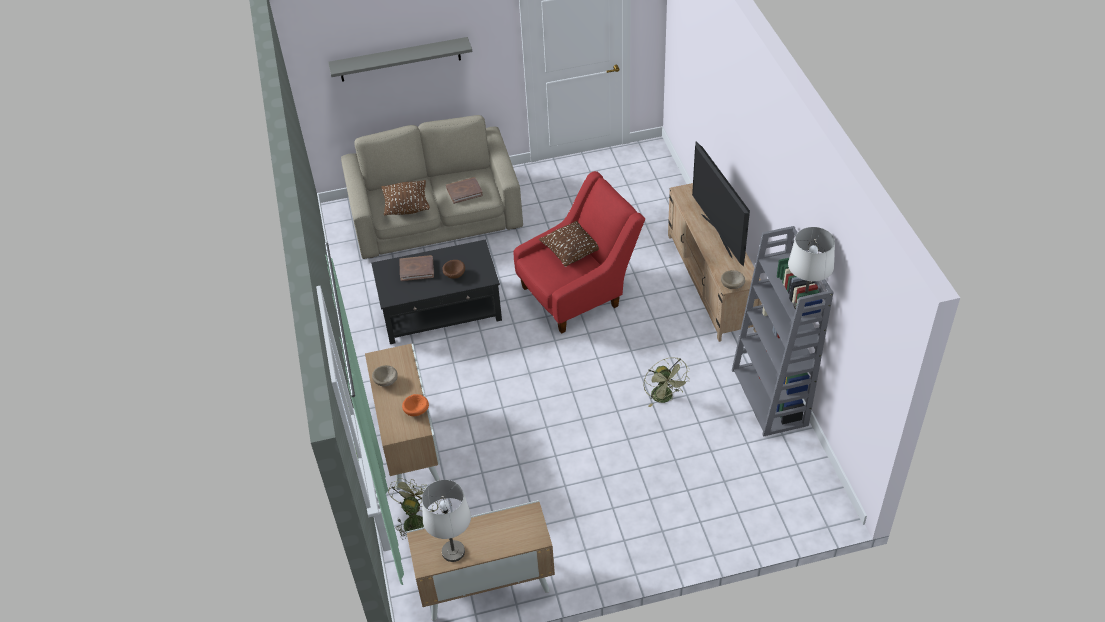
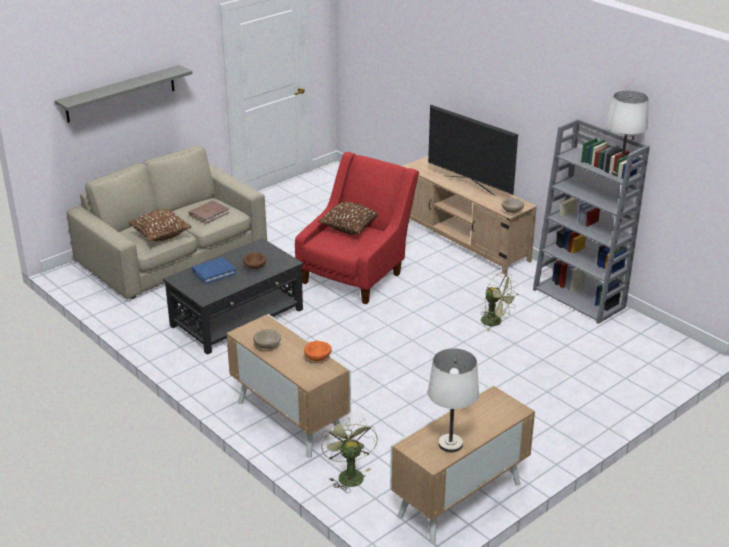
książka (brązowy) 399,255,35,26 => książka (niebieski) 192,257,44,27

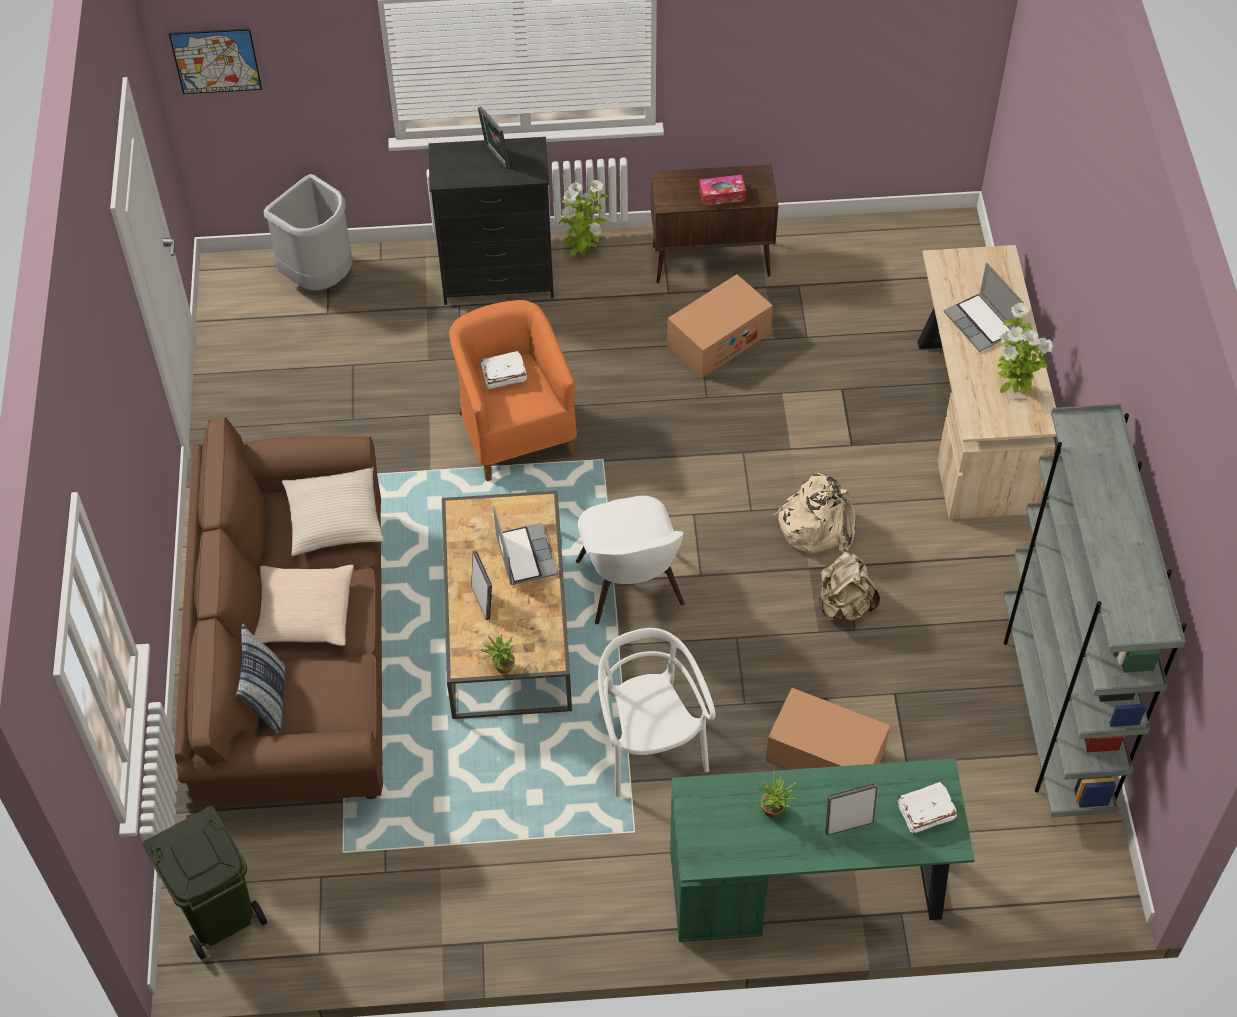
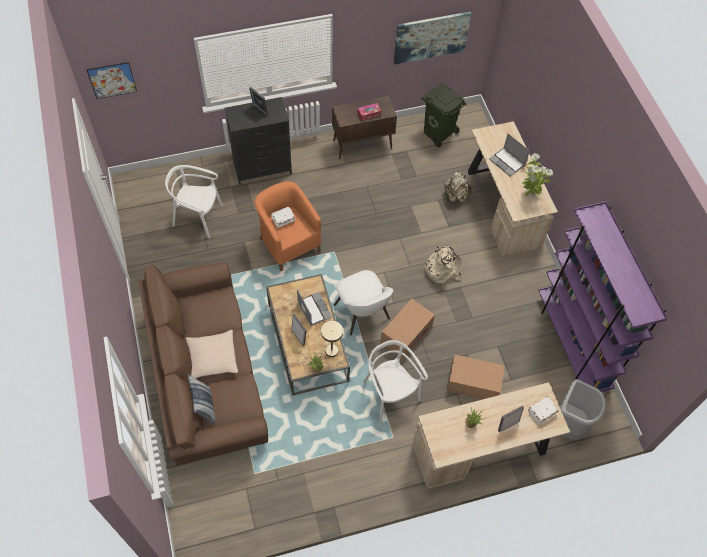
kosz na śmieci (szary) 264,174,88,117 => kosz na śmieci (szary) 559,379,47,61, shifted
roślina doniczkowa 559,180,50,76 => nothing
karton 667,274,106,104 => karton 381,299,54,60, shifted
regał (szary) 1004,404,183,413 => regał (fioletowy) 539,201,129,191
poduszka (beżowy) 282,467,102,89 => nothing
plecak (beżowy) 818,551,62,71 => plecak (beżowy) 444,172,28,30, shifted
biurko (zielony) 670,758,305,184 => biurko (beżowy) 412,382,158,107
kosz na śmieci (zielony) 143,806,124,154 => kosz na śmieci (zielony) 421,83,45,64, shifted
nothing => obraz 394,11,78,53
nothing => krzesło (biały) 165,165,58,73
nothing => lampa stołowa (beżowy) 308,321,35,36

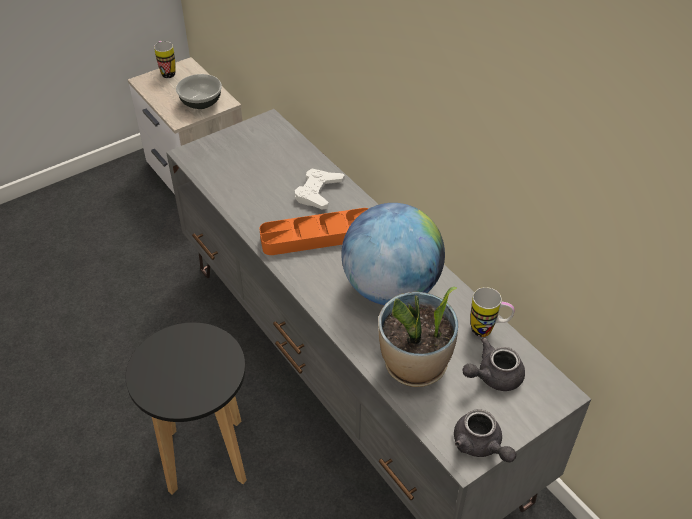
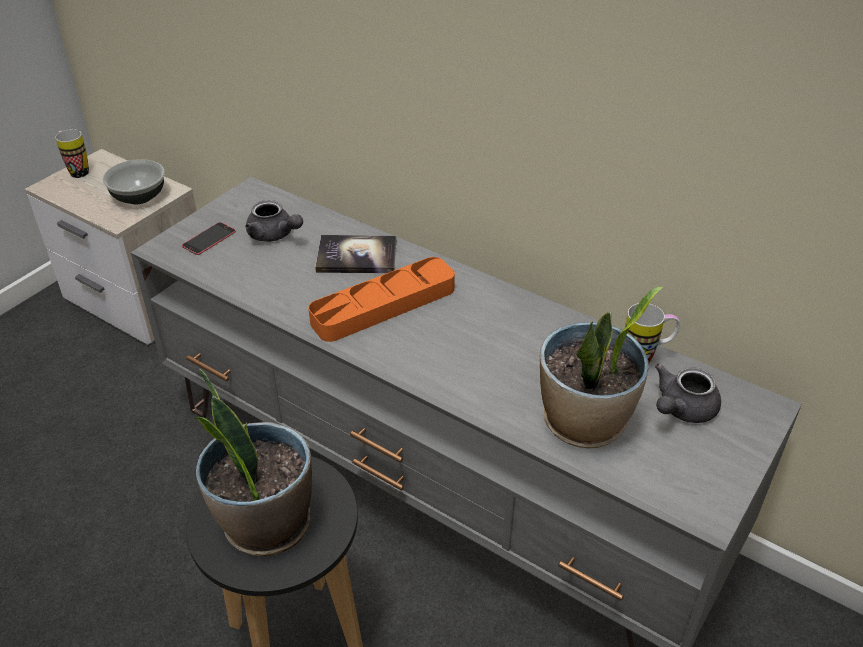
pad do gier (biały) 295,169,50,40 => książka 315,235,81,38
globus 341,203,104,102 => nothing
imbryk (szary) 454,409,62,54 => imbryk (szary) 245,200,58,42, shifted
nothing => telefon 182,222,54,33
nothing => roślina doniczkowa 193,369,119,188

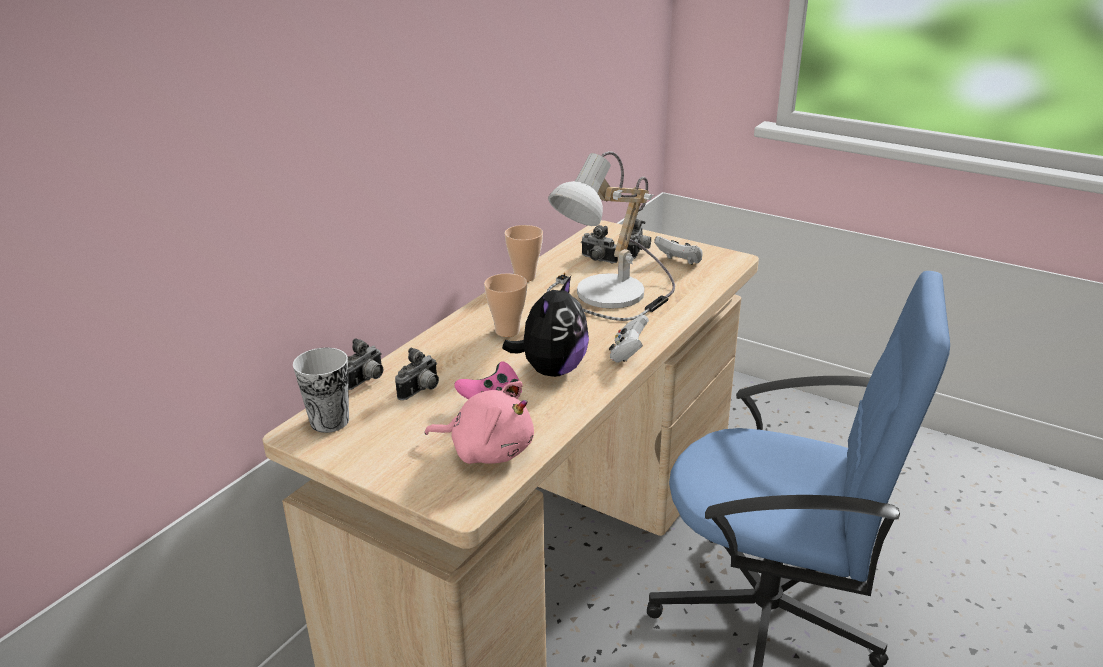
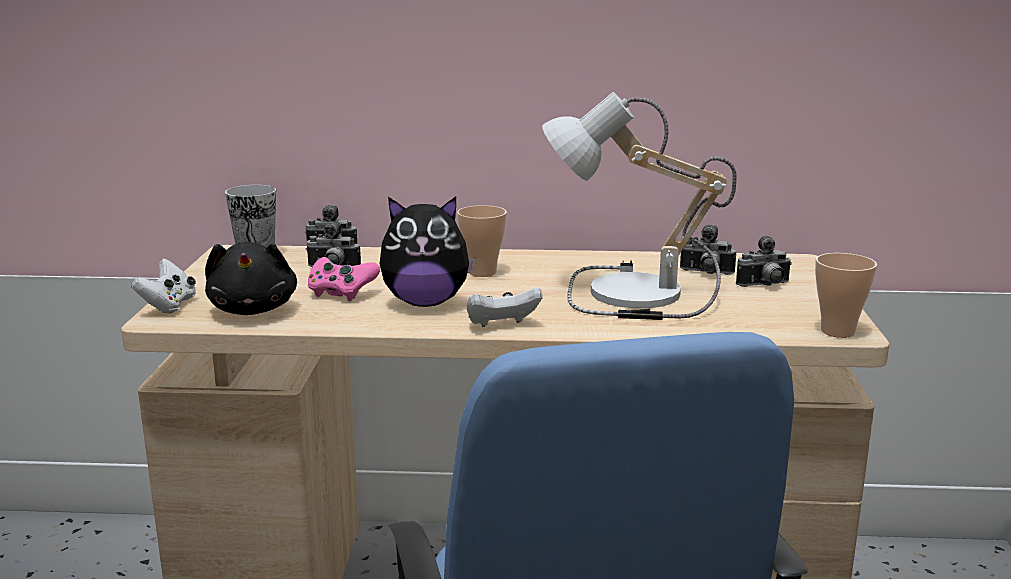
filiżanka 505,225,38,57 => filiżanka 815,253,62,85, shifted
aparat fotograficzny 581,225,37,38 => aparat fotograficzny 680,225,56,50, 75 degrees counterclockwise
pad do gier (biały) 654,236,49,29 => pad do gier (biały) 131,259,65,55, shifted
pluszak (różowy) 425,381,109,83 => pluszak (czarny) 205,242,92,73

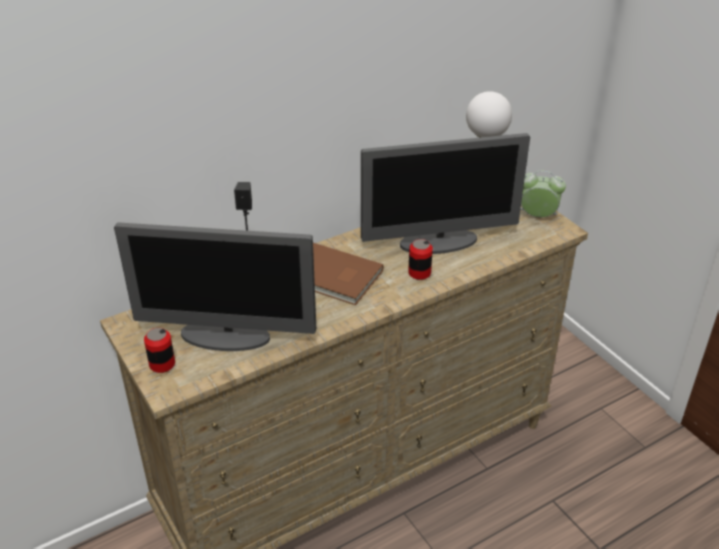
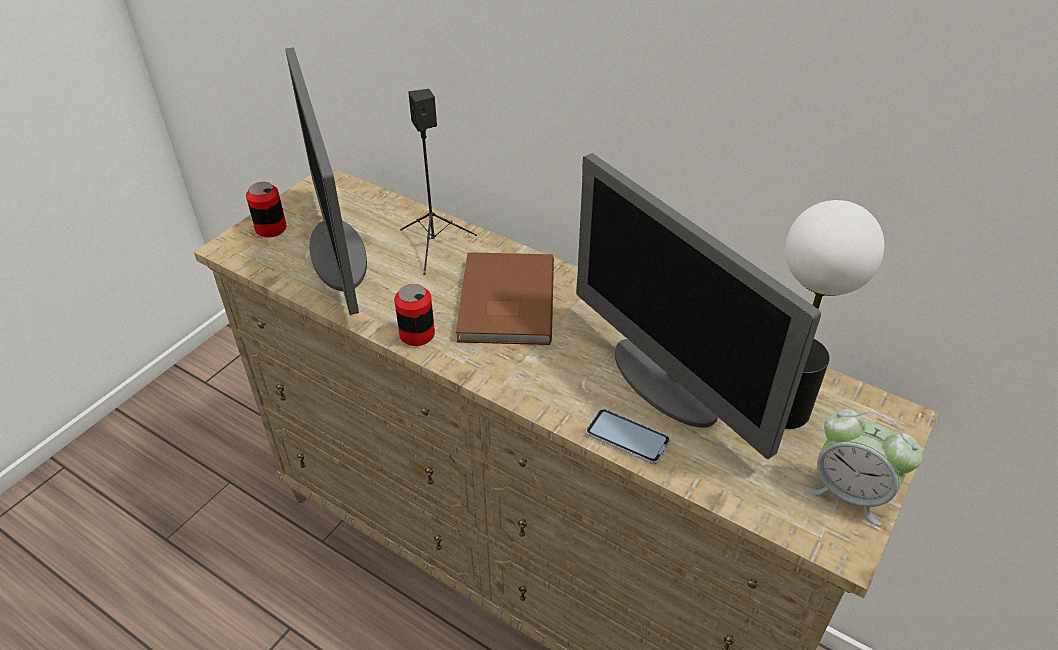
budzik 520,170,46,47 => budzik 806,410,116,116, 135 degrees clockwise
puszka 408,239,25,41 => puszka 394,284,41,62, shifted
nothing => telefon 586,409,84,55

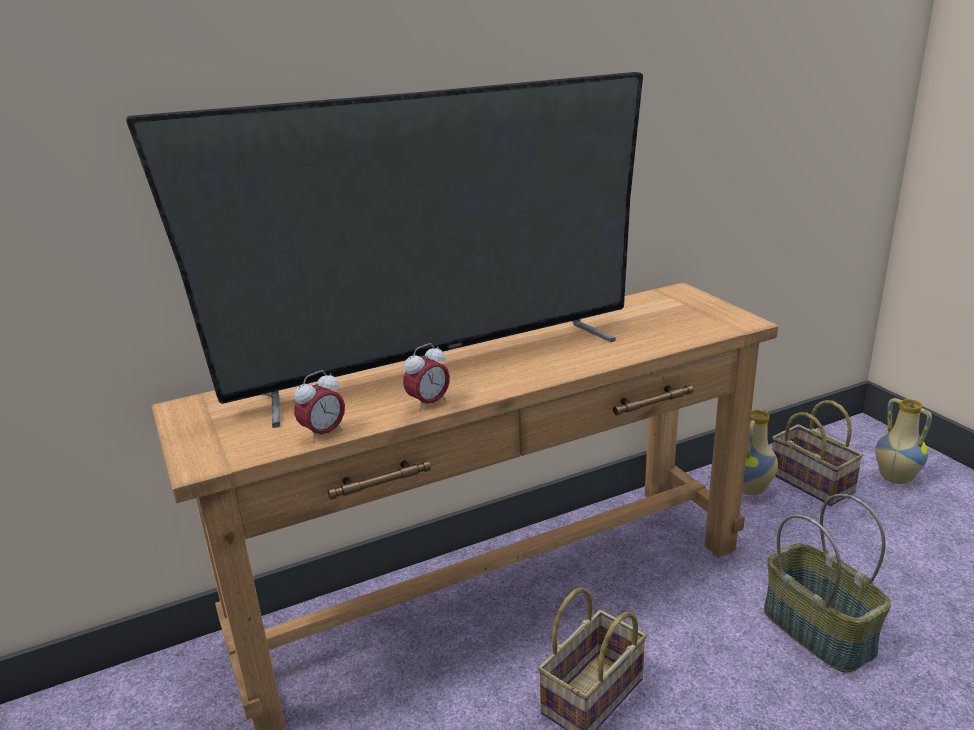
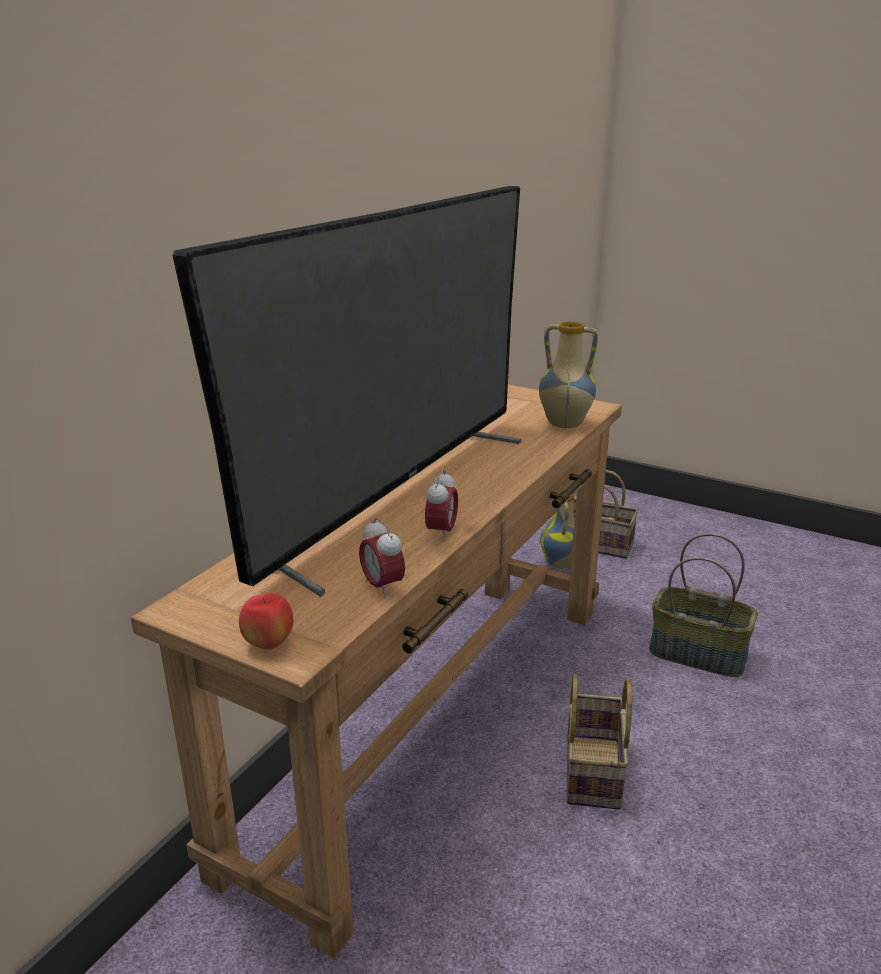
budzik 294,370,51,73 => budzik 359,517,46,81, 135 degrees clockwise
wazon 875,398,57,86 => wazon 539,321,59,107, shifted
nothing => jabłko 239,593,54,57

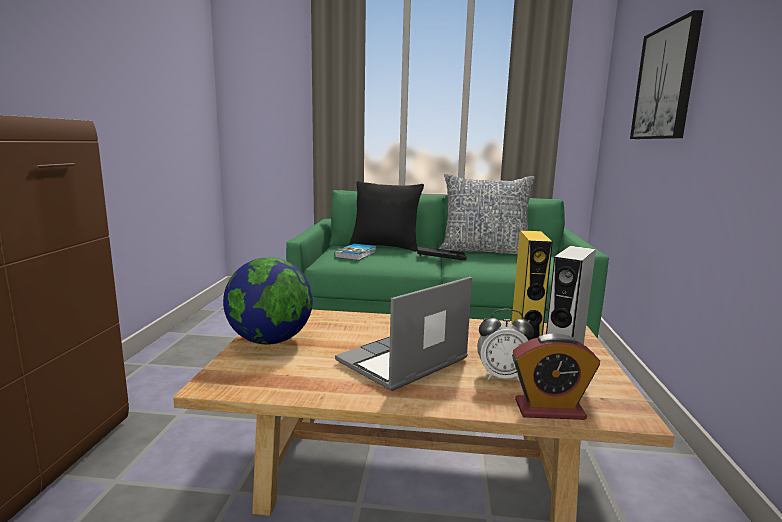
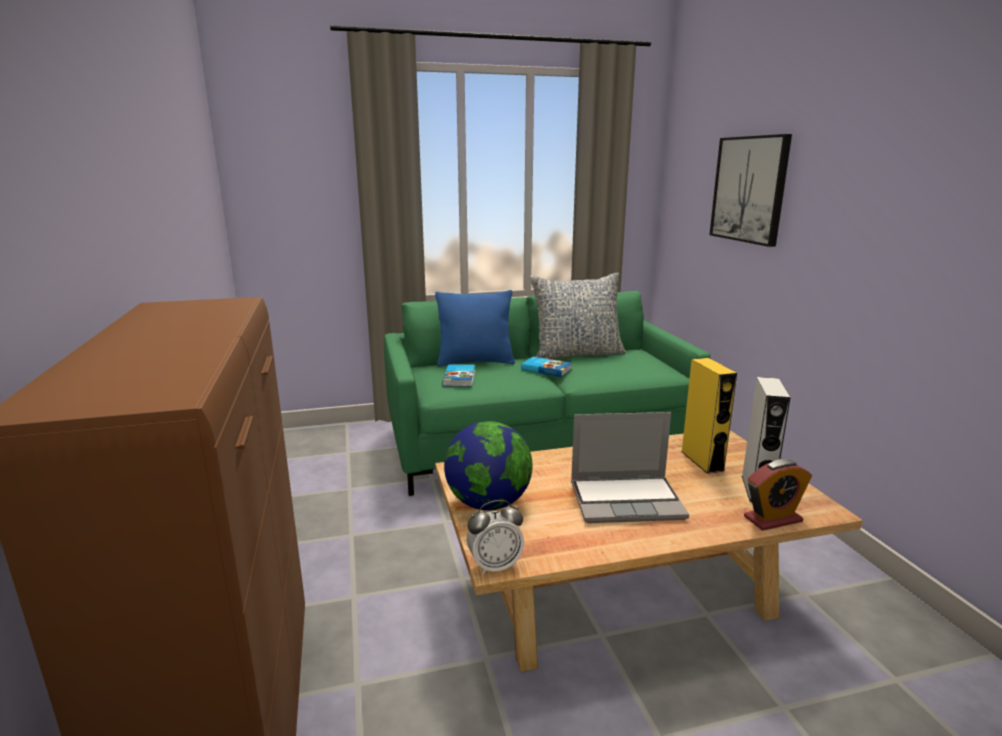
poduszka (czarny) 349,181,75,70 => poduszka (niebieski) 435,290,80,77
taca (czarny) 417,246,50,14 => książka 521,357,51,20
laptop 335,277,137,114 => laptop 571,412,118,111, 120 degrees counterclockwise
budzik 477,309,57,72 => budzik 467,500,57,75, shifted

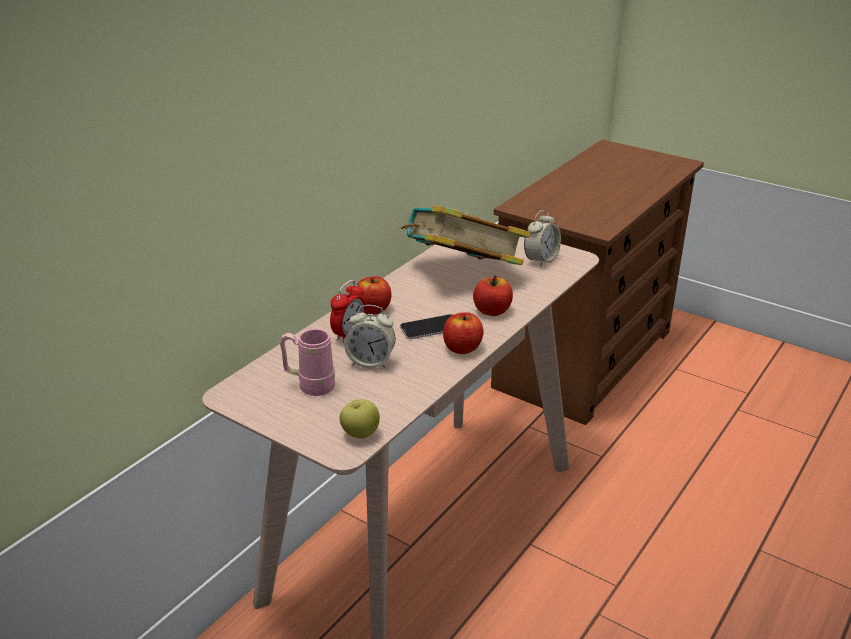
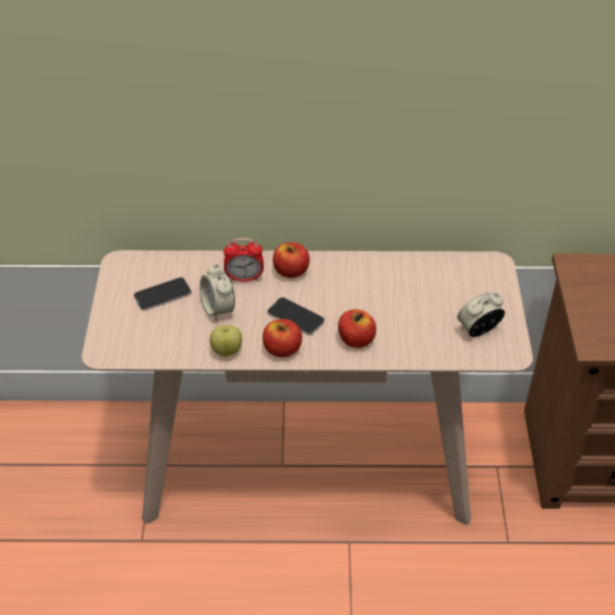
książka 401,206,130,59 => nothing
budzik 524,210,37,57 => budzik 457,292,48,45, 150 degrees clockwise
kubek (różowy) 280,329,55,67 => telefon 134,277,58,34
jabłko 340,399,40,39 => jabłko 210,325,32,31, shifted

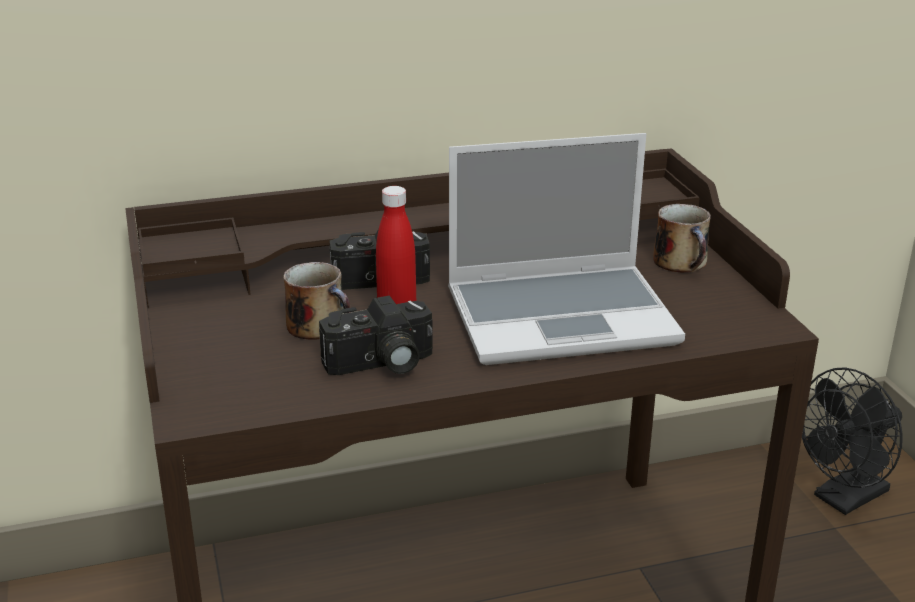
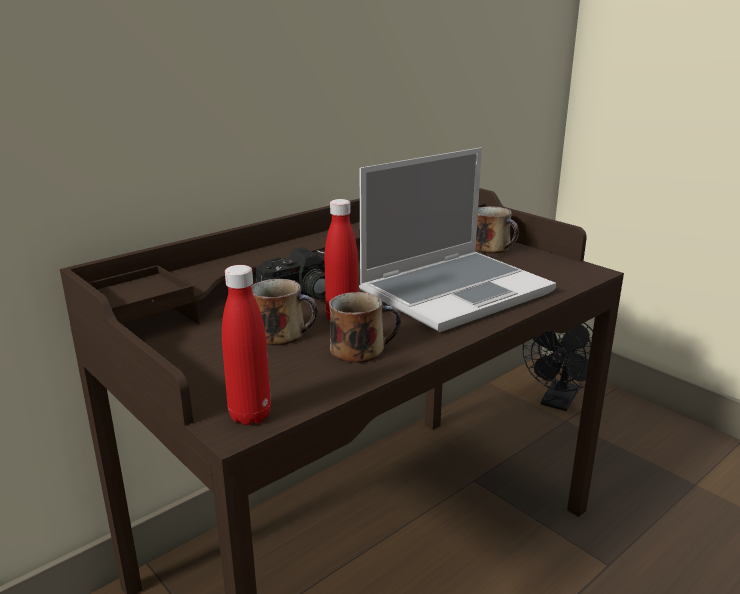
aparat fotograficzny 319,295,114,80 => kubek 329,292,72,71
nothing => butelka (czerwony) 222,265,49,160

